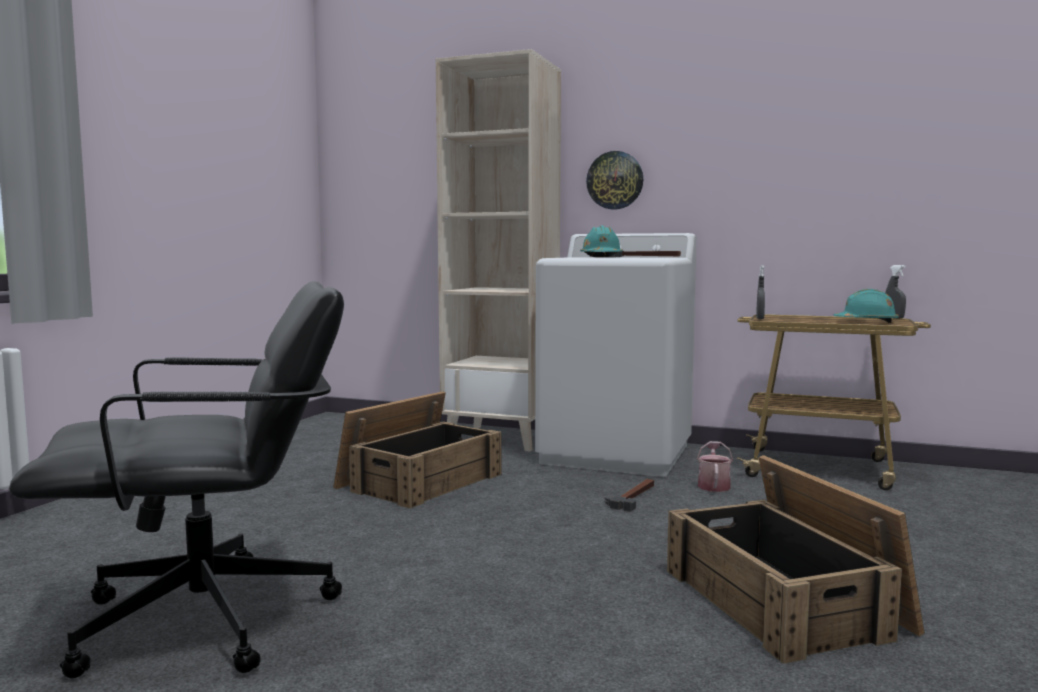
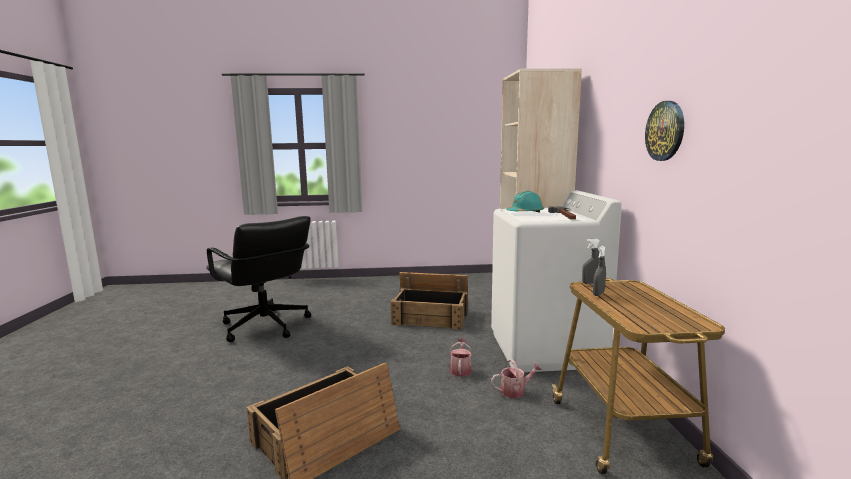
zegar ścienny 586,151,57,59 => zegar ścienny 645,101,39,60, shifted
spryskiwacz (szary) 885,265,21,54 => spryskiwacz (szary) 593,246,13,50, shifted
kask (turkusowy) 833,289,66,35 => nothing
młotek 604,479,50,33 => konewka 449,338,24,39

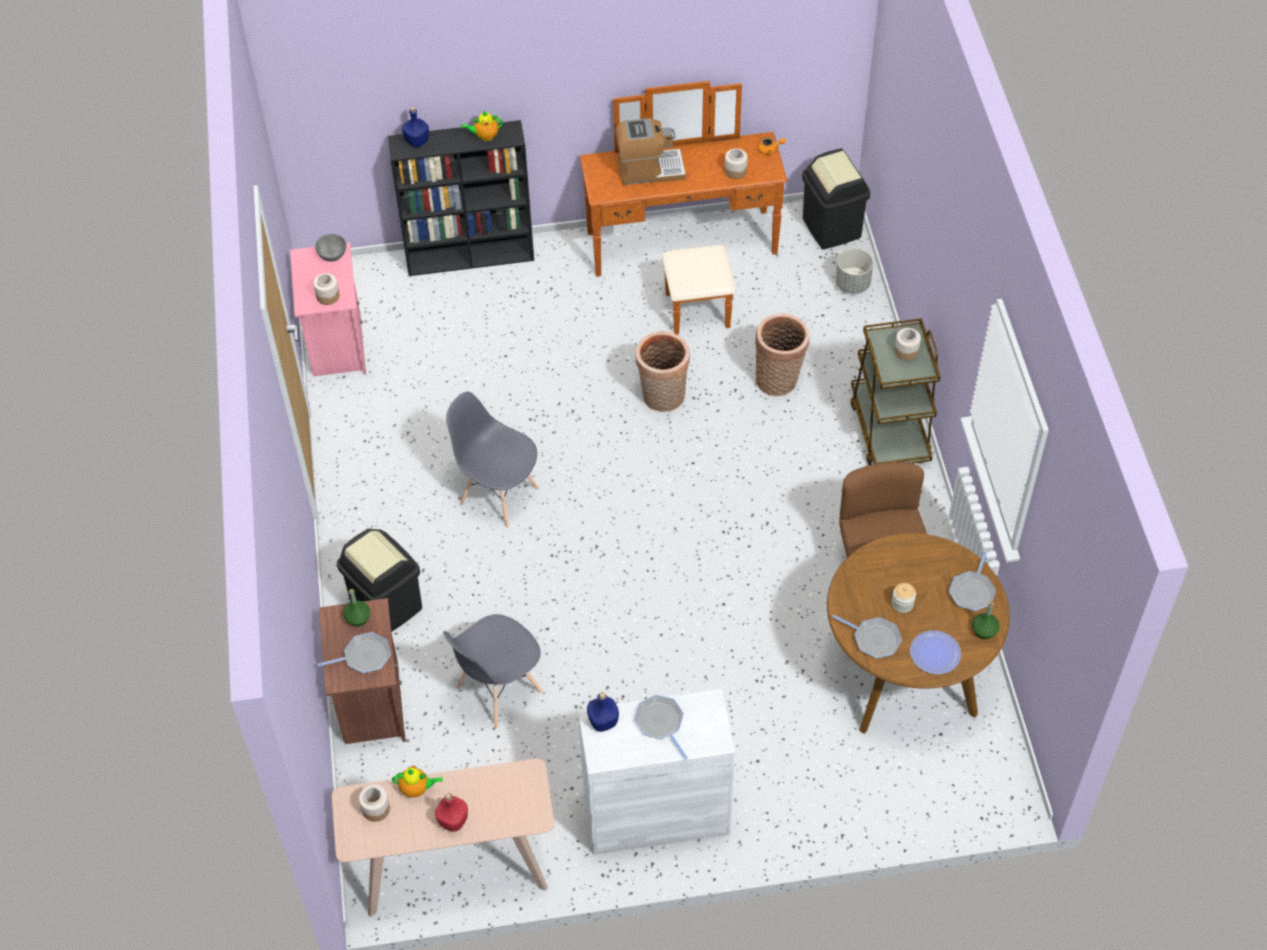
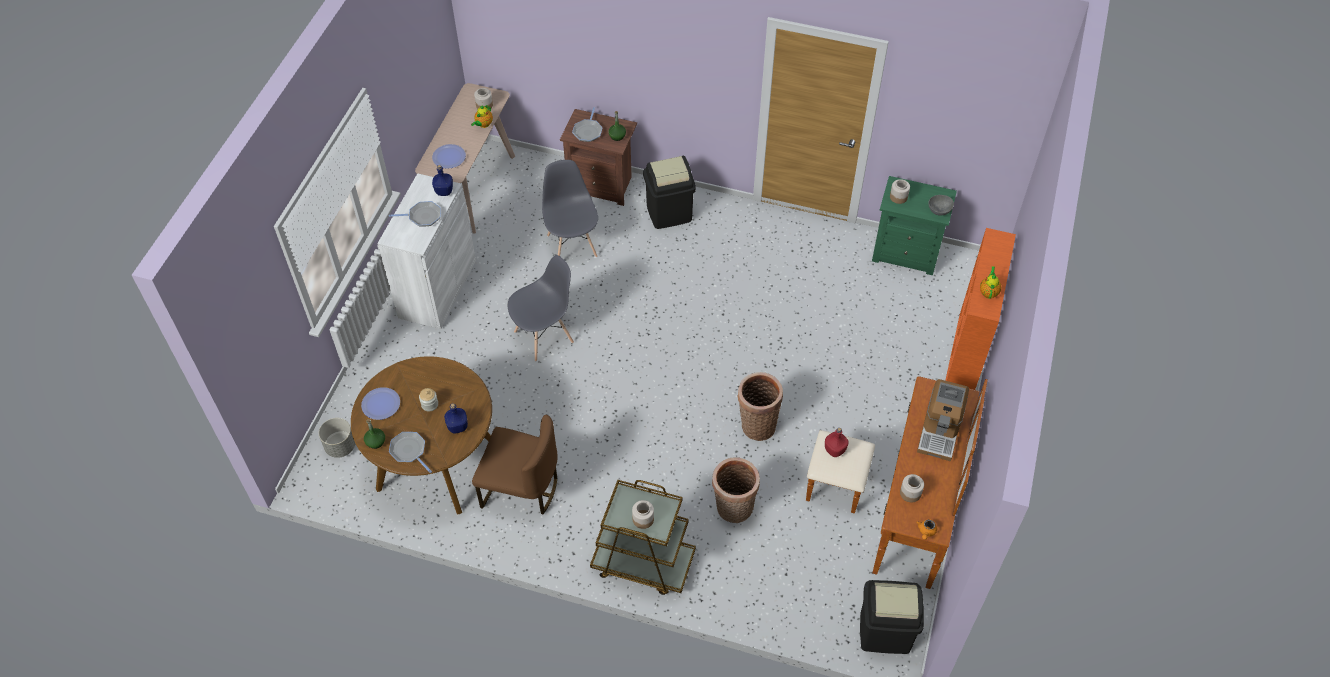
butelka (niebieski) 402,107,27,40 => butelka (niebieski) 444,403,24,30, shifted
regał (czarny) 388,120,146,156 => regał (pomarańczowy) 945,228,71,162
szafka nocna (różowy) 290,242,76,134 => szafka nocna (zielony) 872,176,85,99
donica (szary) 835,248,38,46 => donica (szary) 319,418,36,40, shifted
krzesło (szary) 446,392,93,136 => krzesło (szary) 508,255,66,106, shifted
patelnia 832,615,70,43 => nothing
butelka (czerwony) 435,793,33,39 => butelka (czerwony) 825,428,24,29, shifted
nothing => talerz 432,144,34,25

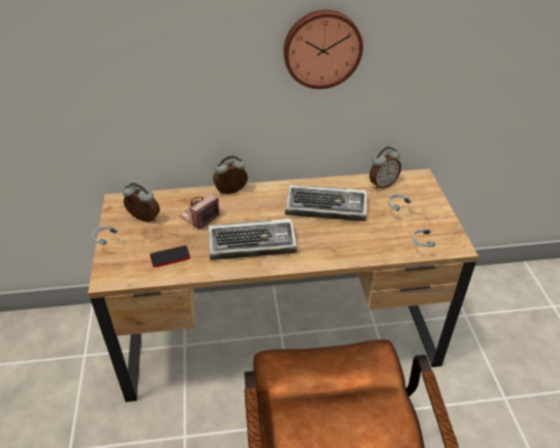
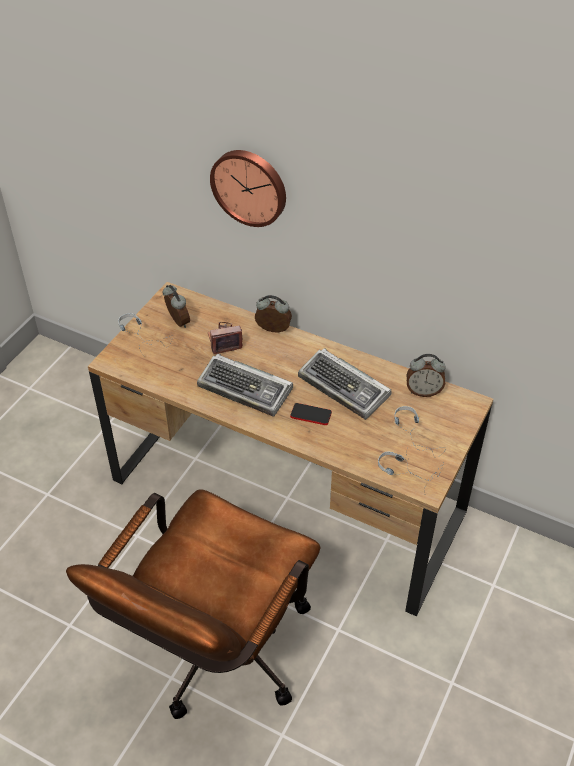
zegar ścienny 283,10,80,79 => zegar ścienny 210,150,76,77, shifted
telefon 150,246,40,21 => telefon 290,403,42,22, shifted

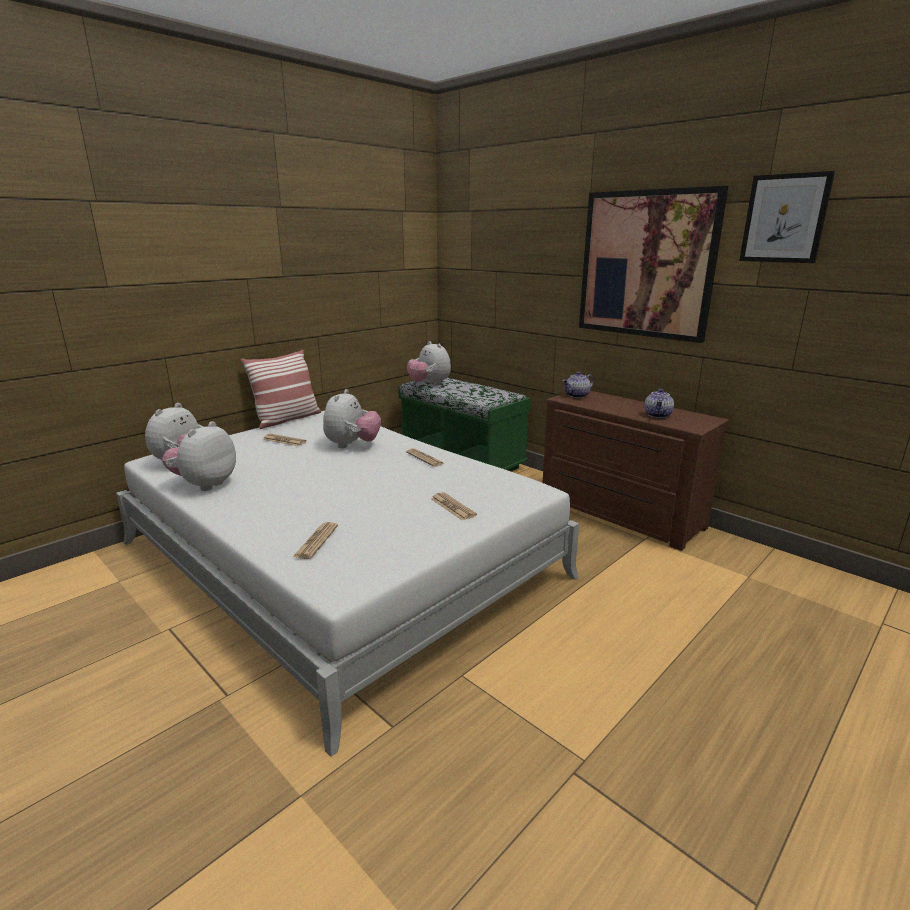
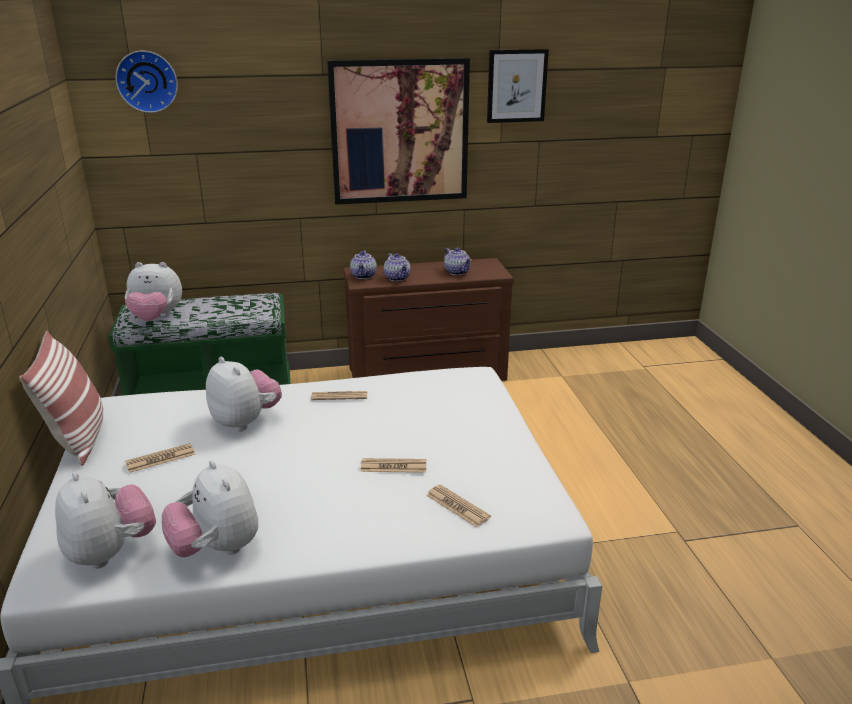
gazeta 431,492,46,28 => gazeta 361,458,65,15, shifted
nothing => zegar ścienny 115,50,63,63
nothing => imbryk 384,253,26,29

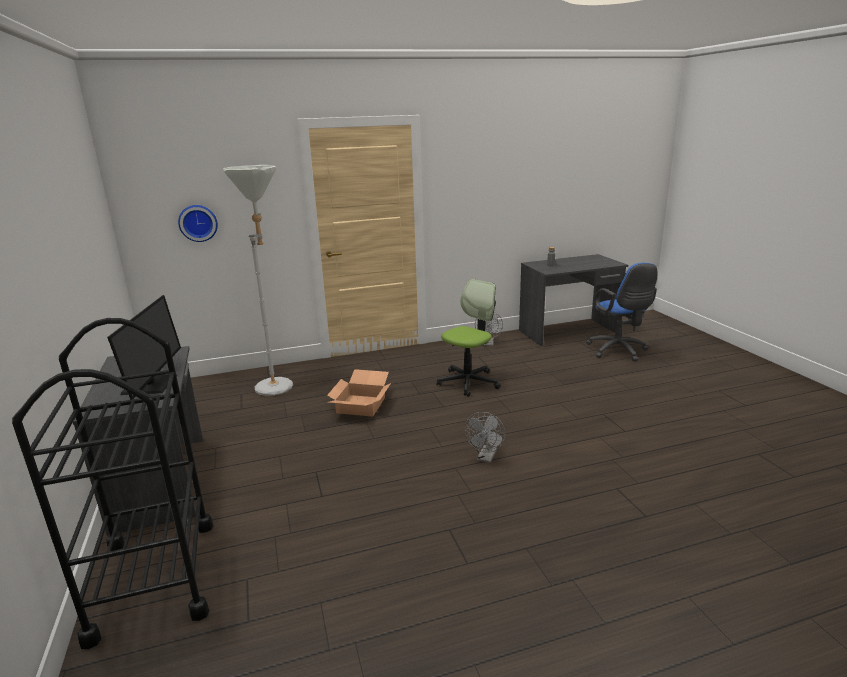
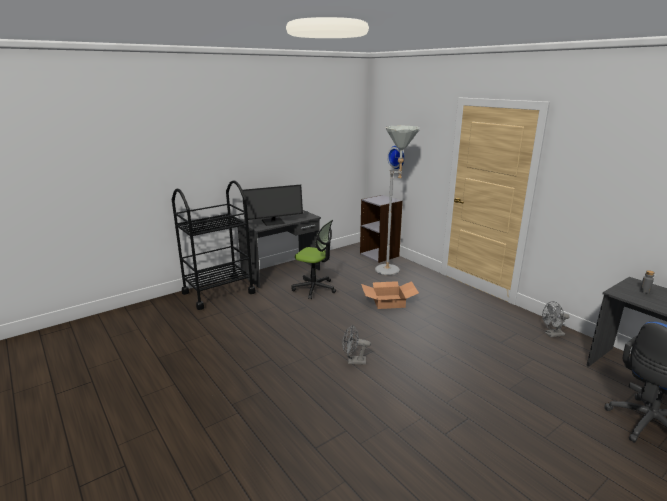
krzesło biurowe 436,279,65,118 => krzesło biurowe 291,220,45,79, shifted
nothing => regał (szary) 360,195,43,68

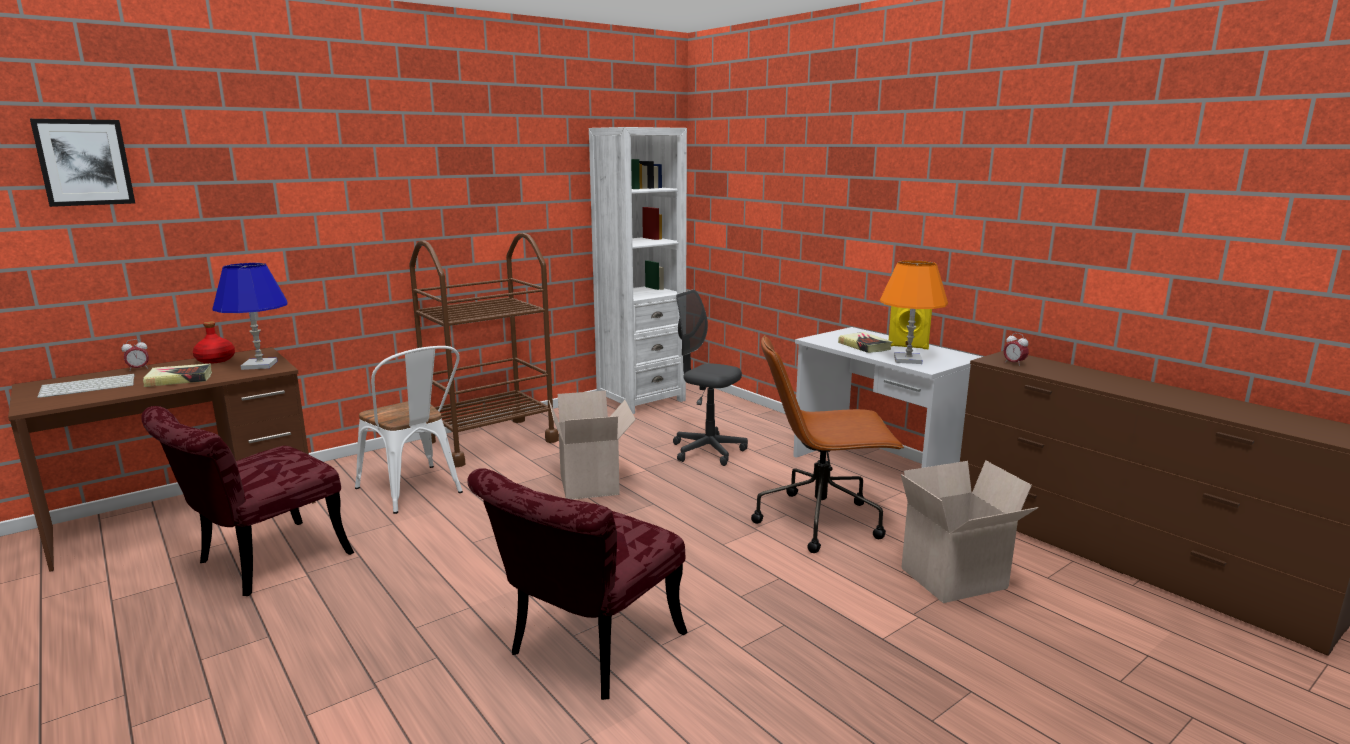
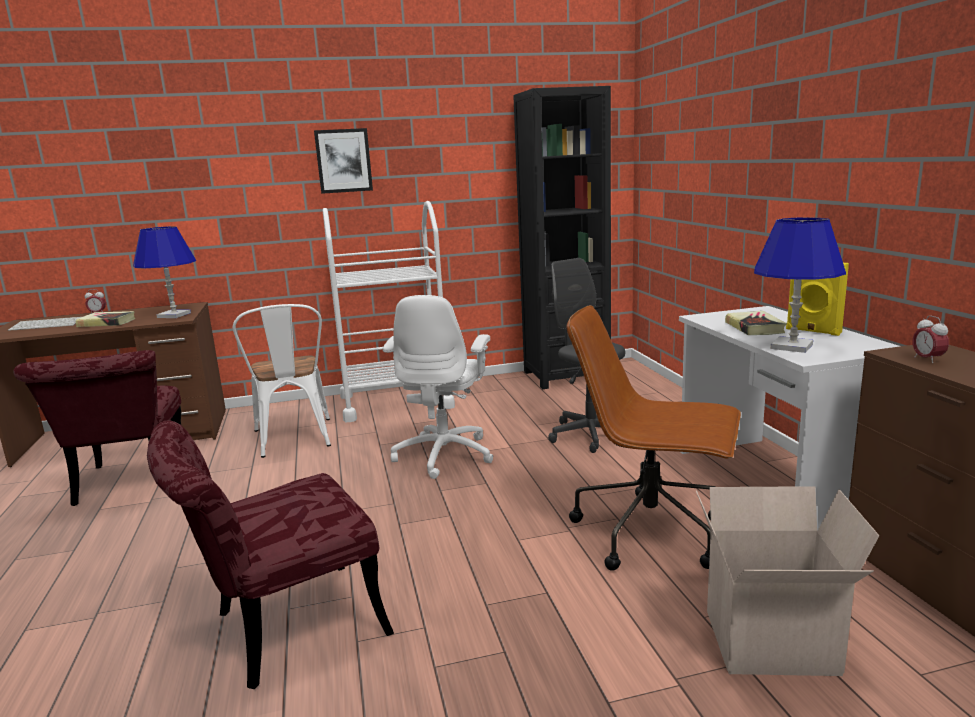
obraz 30,119,105,88 => obraz 314,128,59,66, shifted
regał (biały) 589,127,98,287 => regał (czarny) 513,86,98,303
wózek (brązowy) 409,233,150,235 => wózek (biały) 323,201,132,221
lampa stołowa (pomarańczowy) 880,260,68,104 => lampa stołowa (niebieski) 754,217,92,136
butelka (czerwony) 193,321,42,43 => nothing
karton 549,391,87,109 => krzesło biurowe (biały) 383,295,111,184
krzesło (czerwony) 141,406,213,190 => krzesło (czerwony) 13,350,168,156, 75 degrees counterclockwise

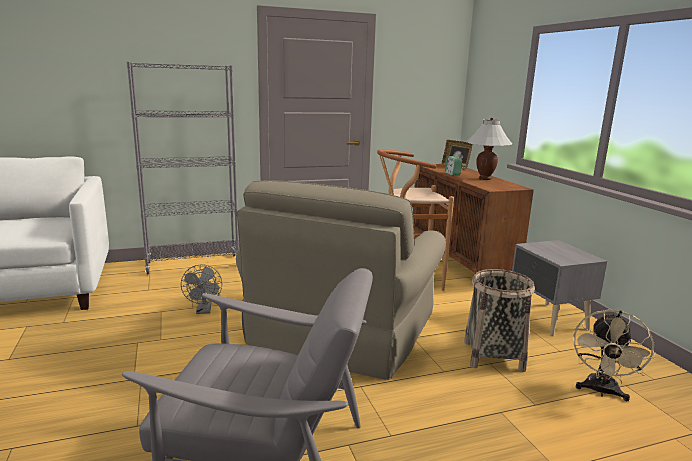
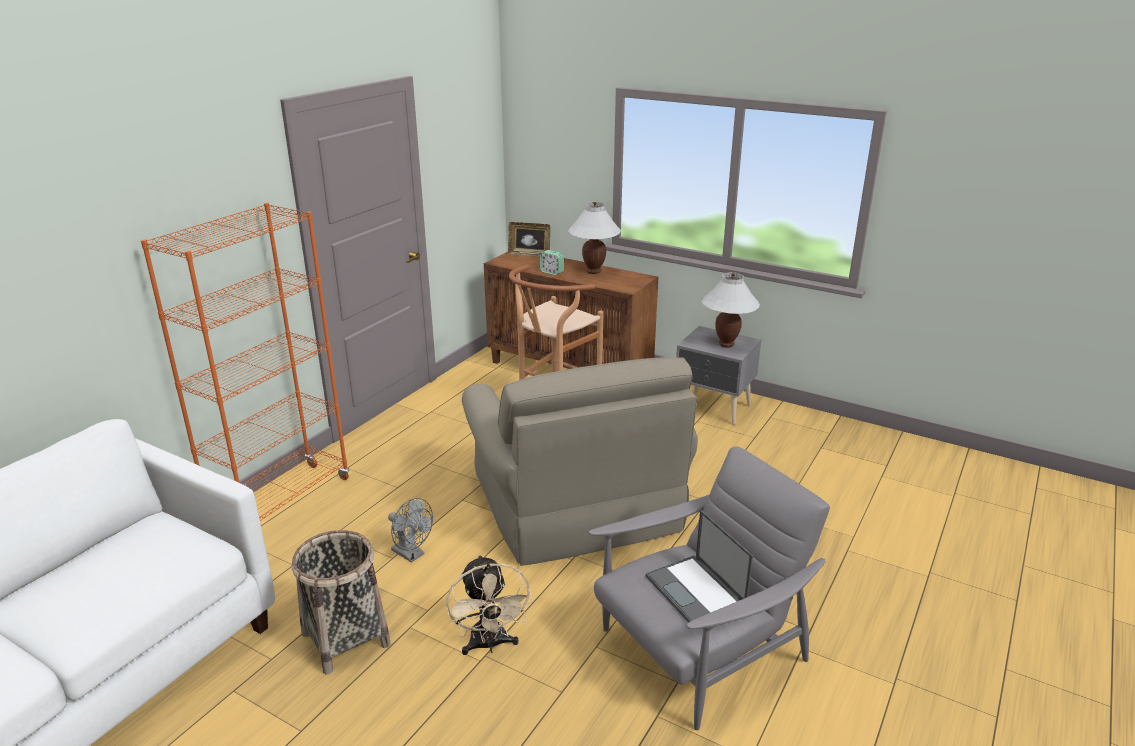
regał (szary) 127,62,112,212 => regał (pomarańczowy) 141,203,208,318
koszyk 464,269,71,103 => koszyk 292,530,99,144, shifted
wentylator (beżowy) 573,310,82,91 => wentylator (beżowy) 446,555,87,100, shifted
nothing => lampa stołowa (biały) 701,272,59,76
nothing => laptop 646,510,107,113

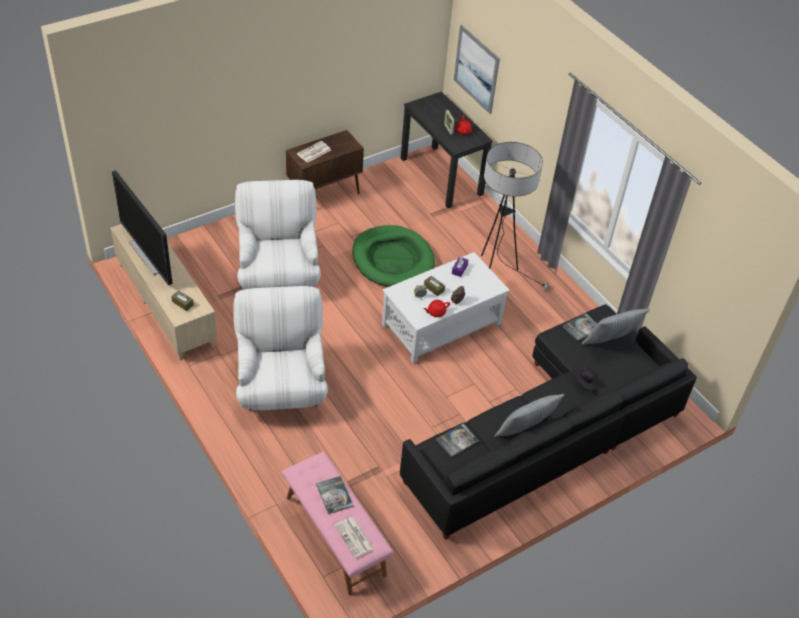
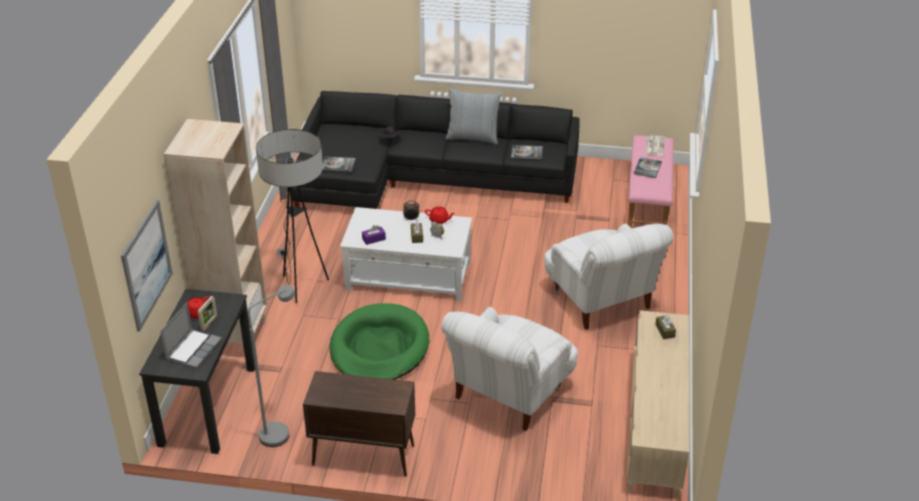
gazeta 297,141,34,22 => nothing
telewizor 112,170,61,116 => nothing
fotel (biały) 233,286,95,125 => fotel (biały) 544,224,130,106, 60 degrees counterclockwise
poduszka 581,309,69,35 => nothing
nothing => regał (beżowy) 164,119,103,235
nothing => lampa stojąca (szary) 248,285,47,162
nothing => laptop 160,303,62,65

